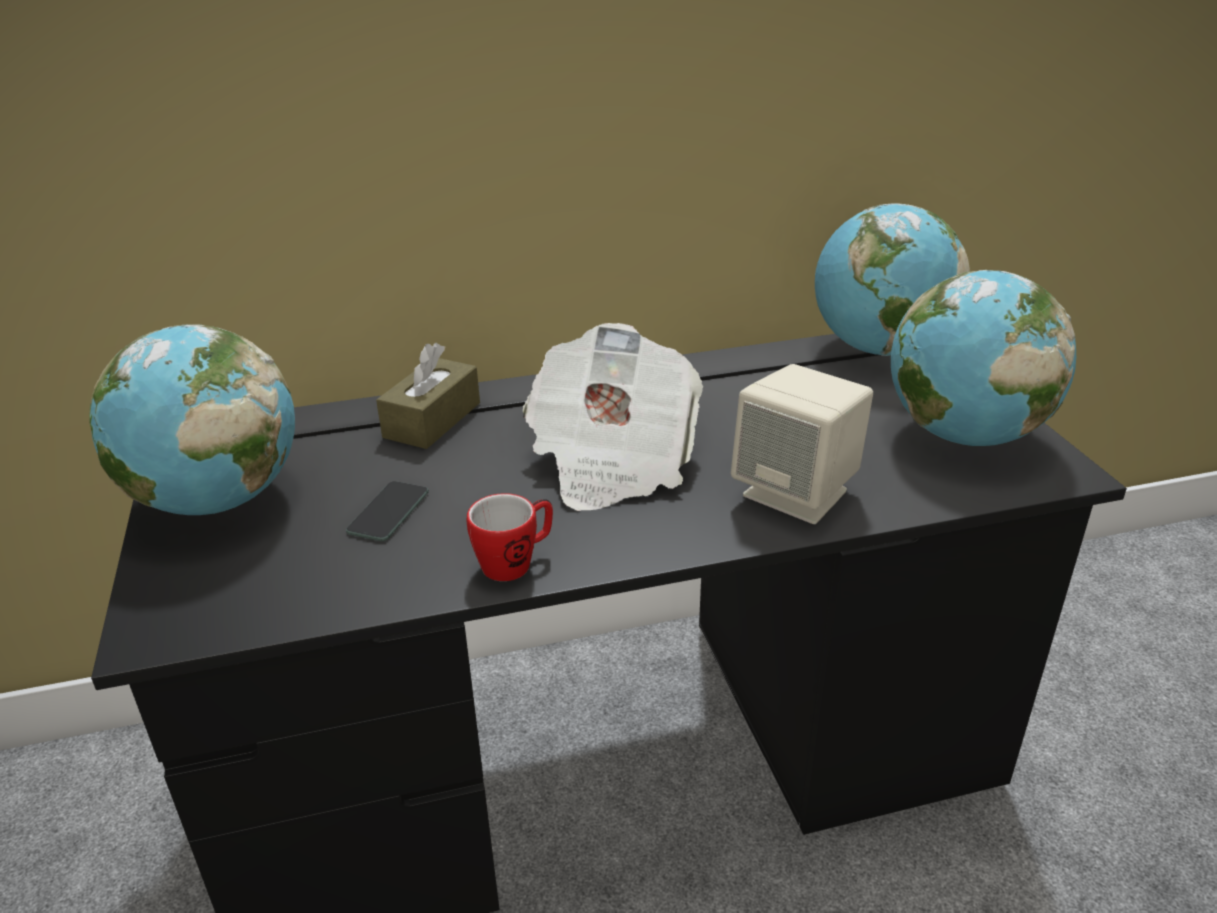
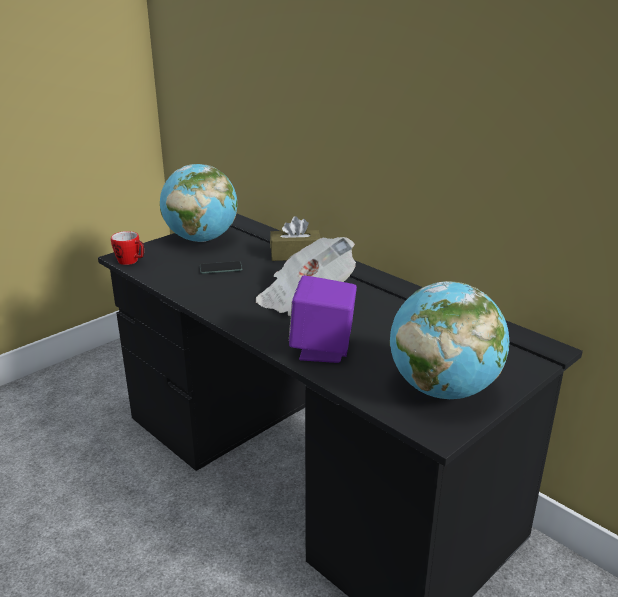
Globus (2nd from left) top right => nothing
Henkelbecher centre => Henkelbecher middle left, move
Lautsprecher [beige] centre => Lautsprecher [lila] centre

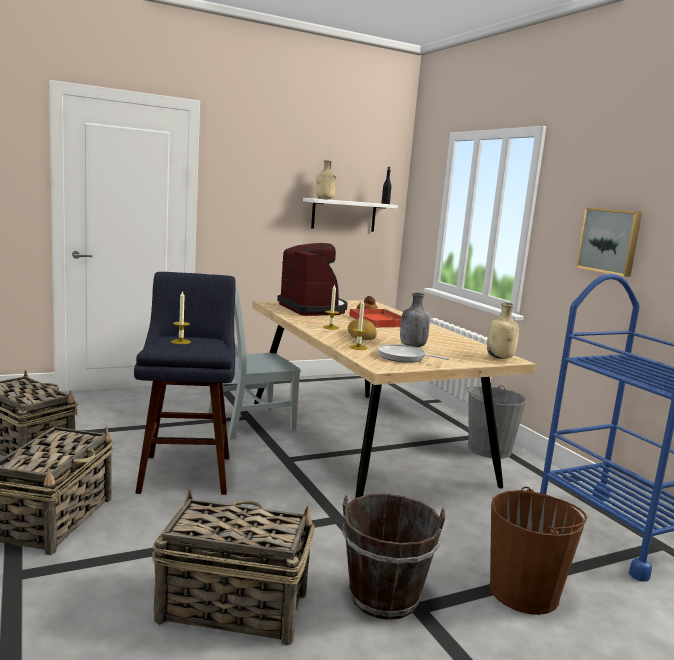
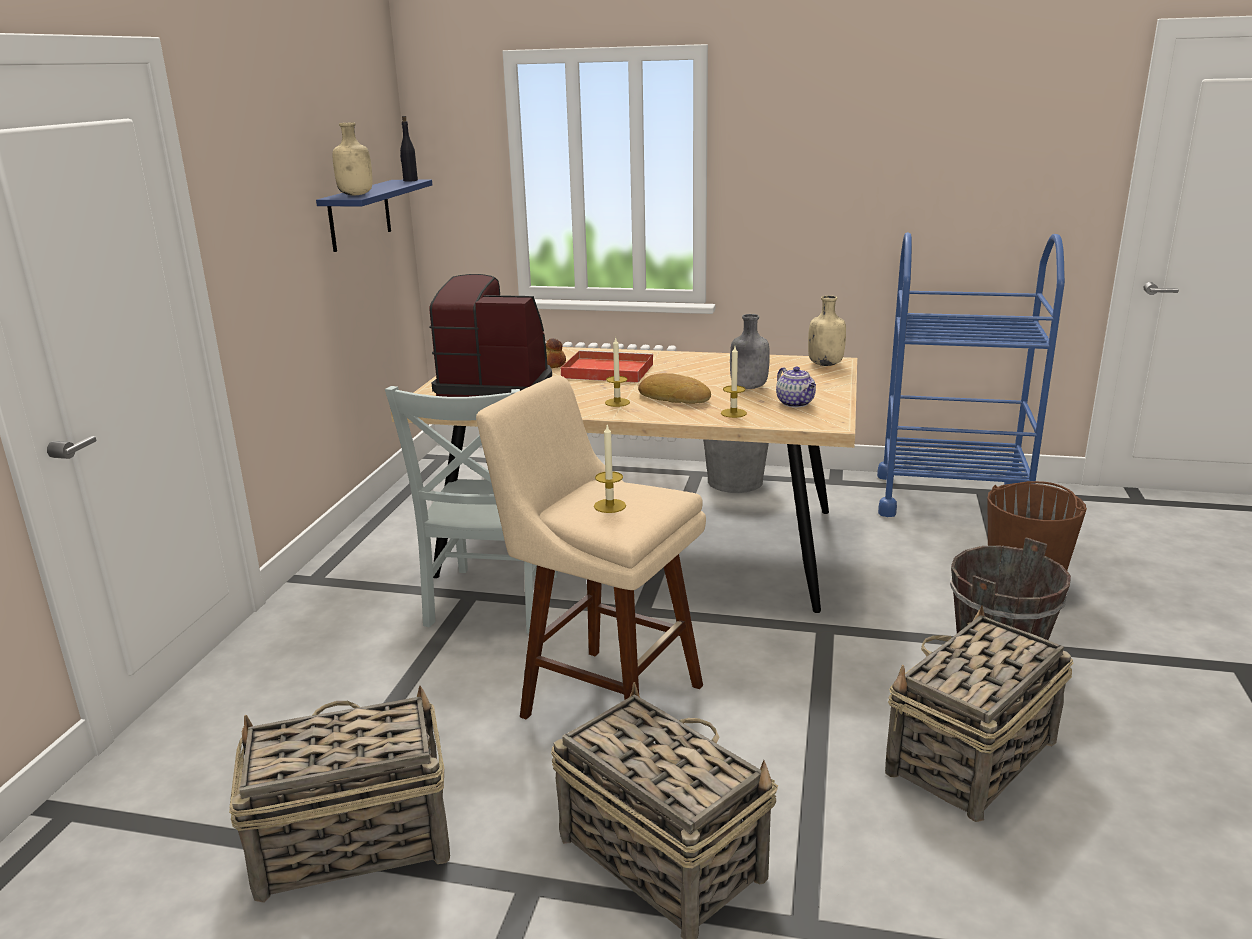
Bild middle right => nothing
Pfanne centre => Teekanne centre
Hocker [blau] middle left => Hocker [beige] centre
Wandregal [weiß] top centre => Wandregal [blau] top left

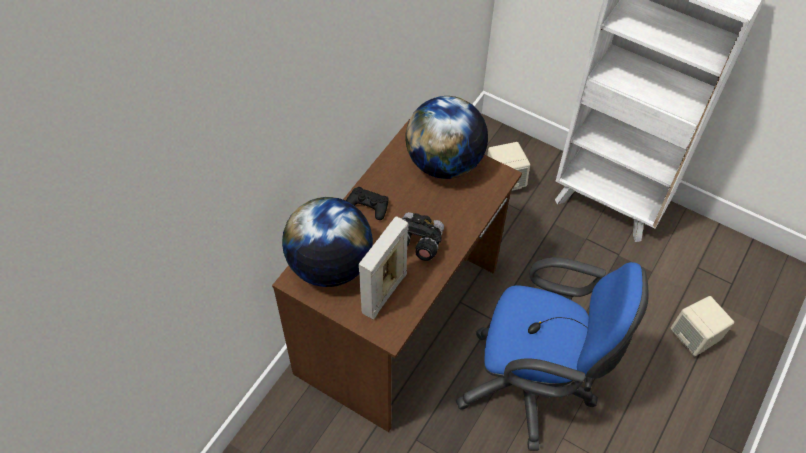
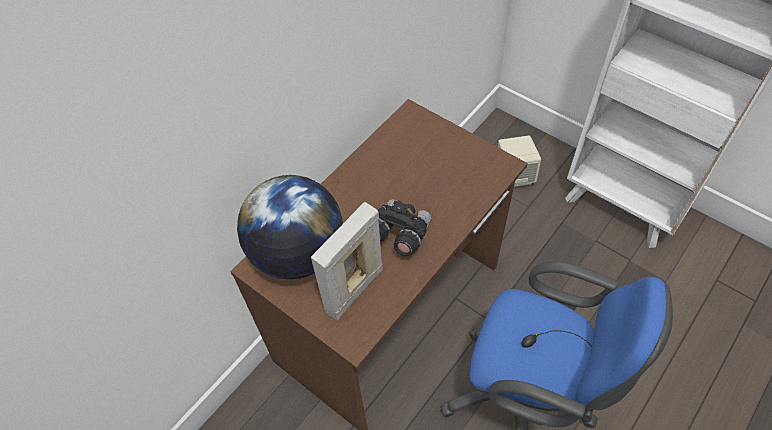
Gamepad [schwarz] centre => nothing
Globus (2nd from left) top centre => nothing
Lautsprecher [beige] (2nd from left) bottom right => nothing

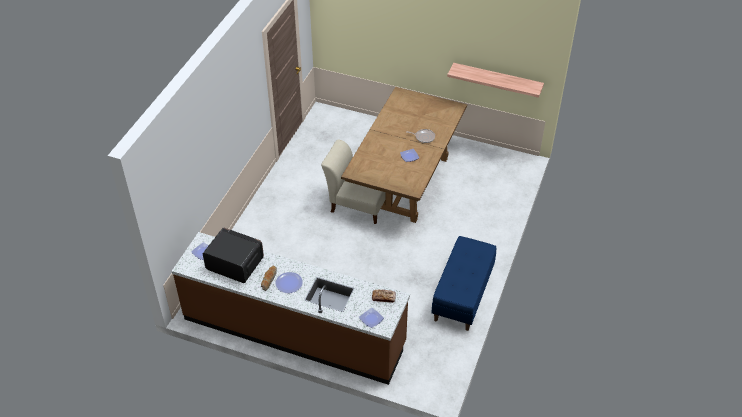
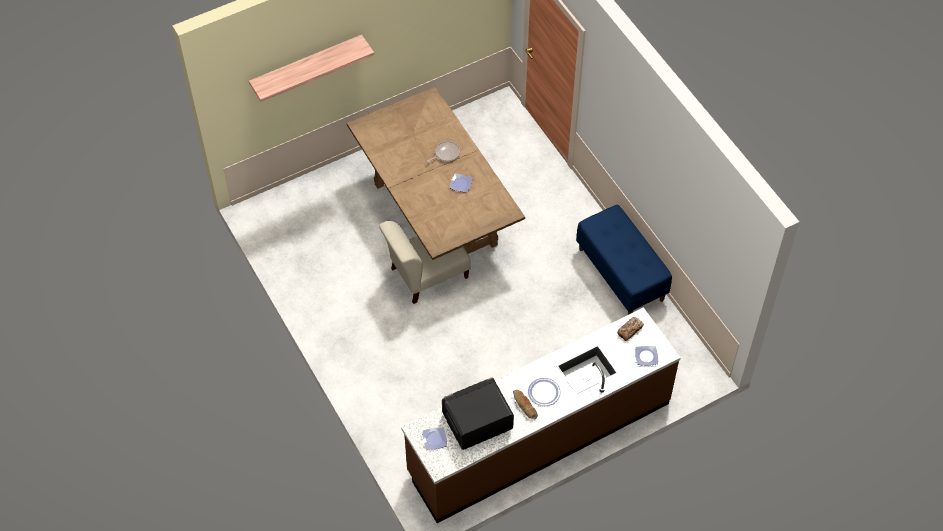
Wandregal top right => Wandregal top left, move

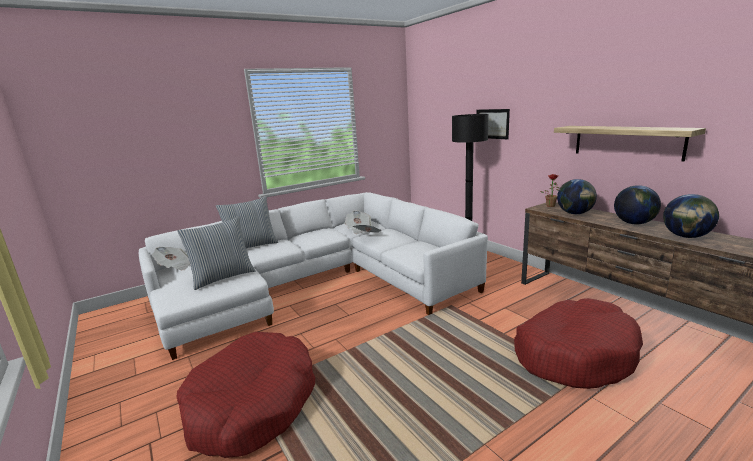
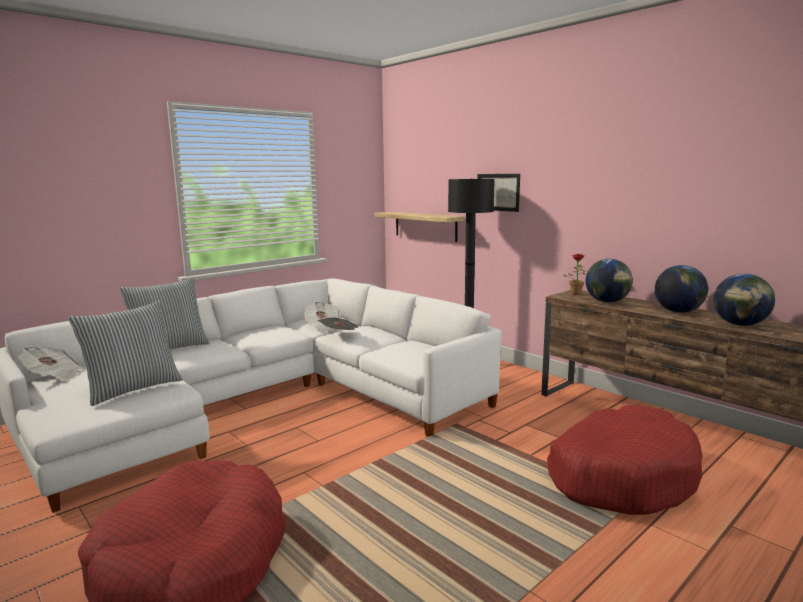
Wandregal top right => Wandregal centre, move

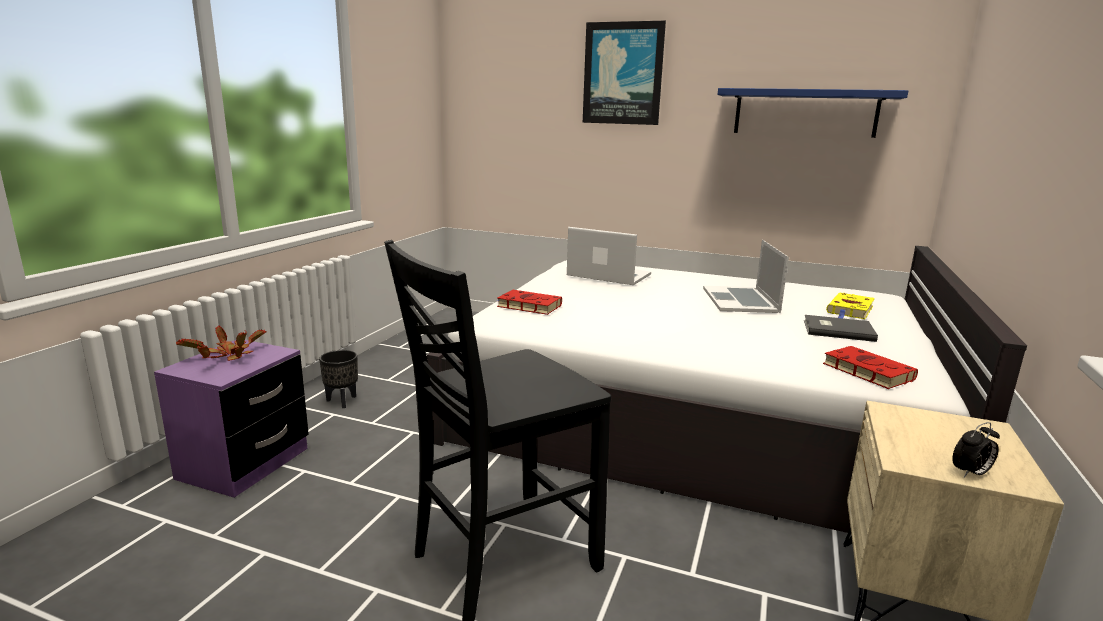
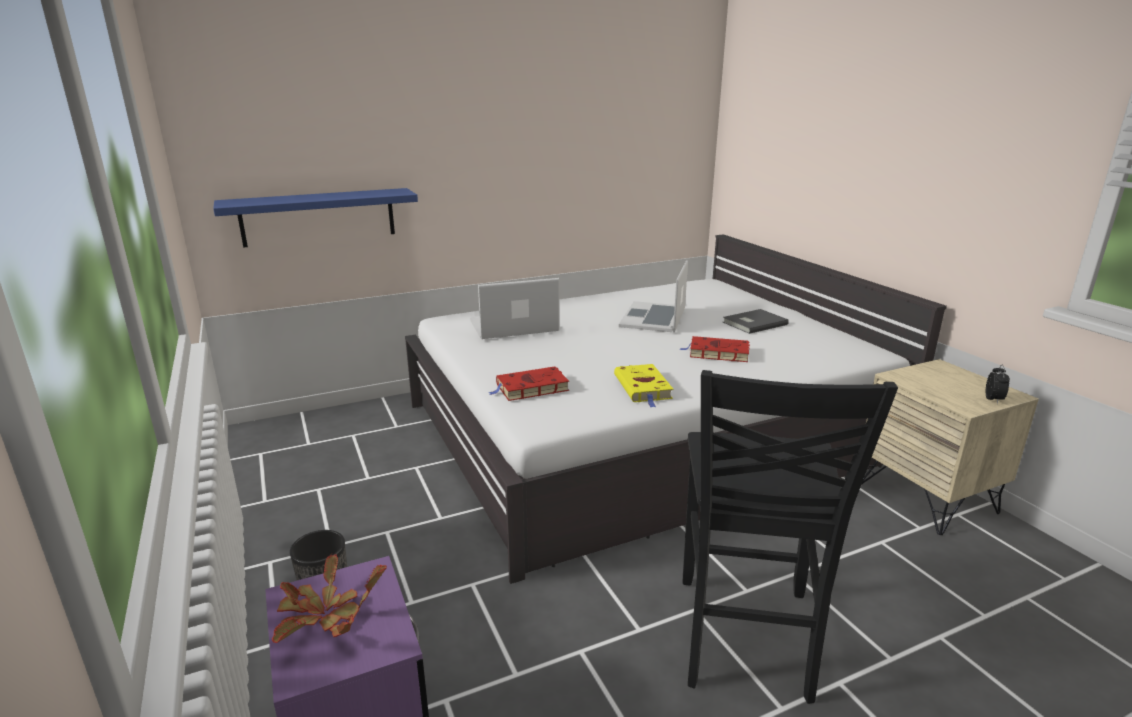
Bild top centre => nothing
Wandregal [blau] top right => Wandregal [blau] top left, move
Buch [rot] (2nd from left) middle right => Buch [rot] (2nd from left) centre, move
Buch [gelb] middle right => Buch [gelb] centre, move
Laptop (2nd from left) middle right => Laptop (2nd from left) centre, 60 degrees clockwise

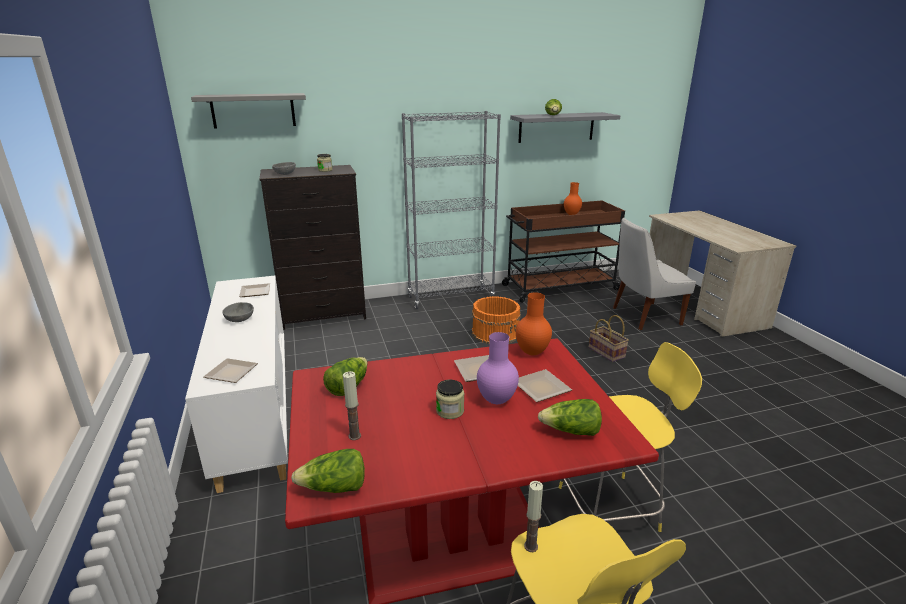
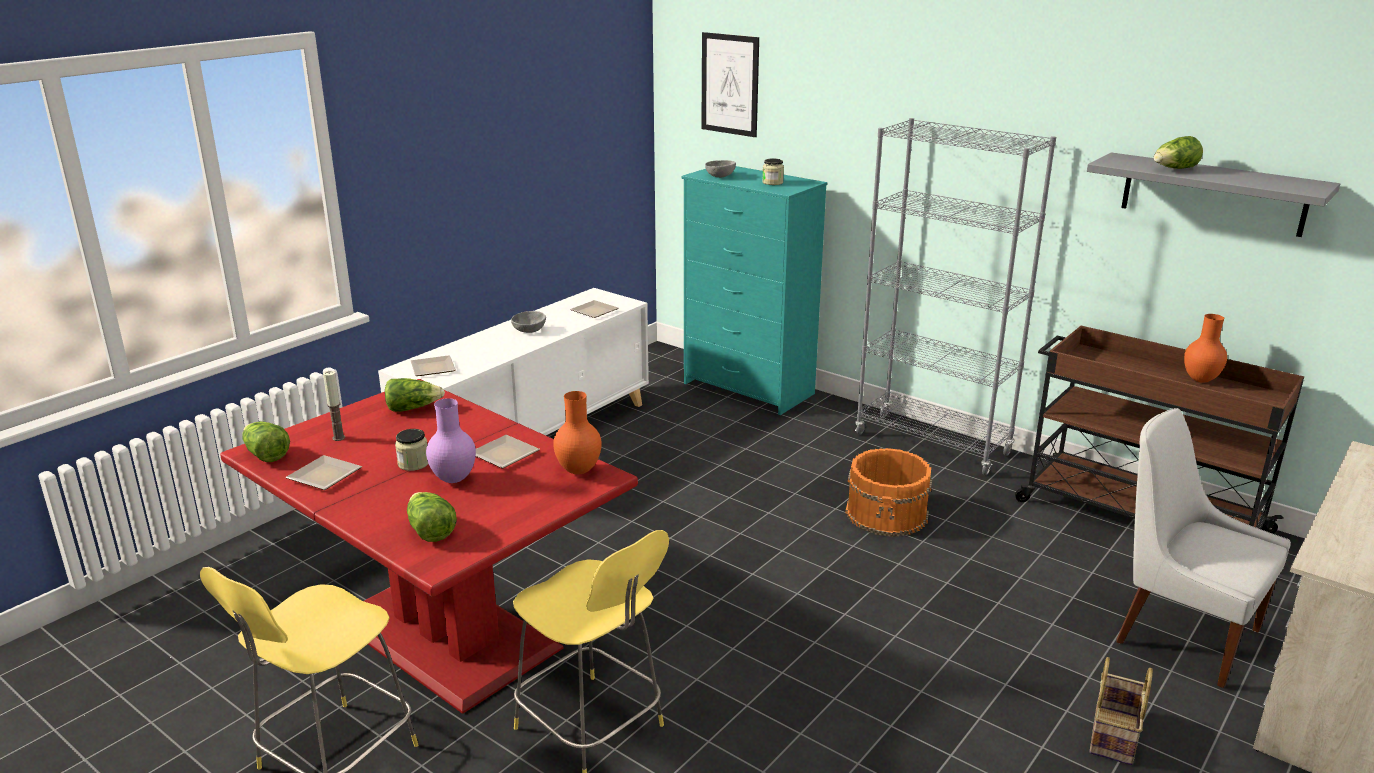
Kerze (2nd from left) bottom centre => nothing
Teller (4th from left in the first image) centre => Teller (1st from left) middle left, move
Korb middle right => Korb bottom right, move
Wandregal [grau] (1st from left) top left => Bild top centre
Kommode [schwarz] centre => Kommode [türkis] centre

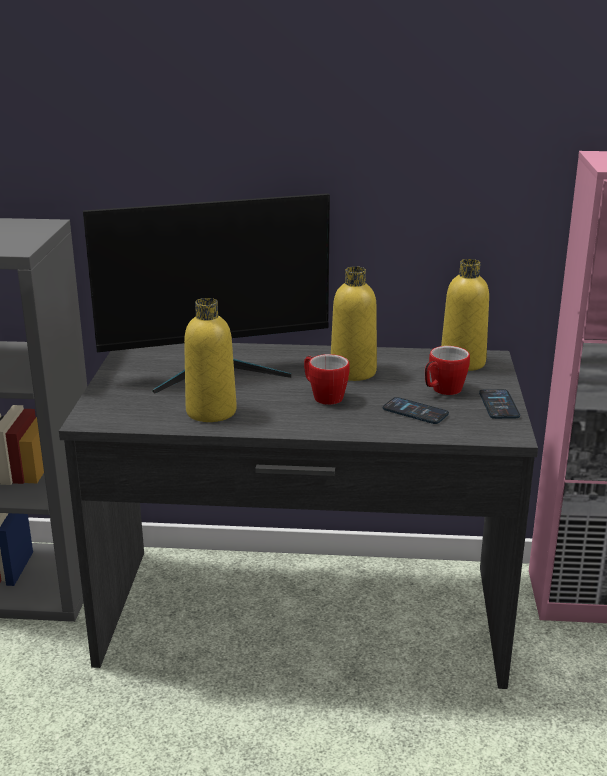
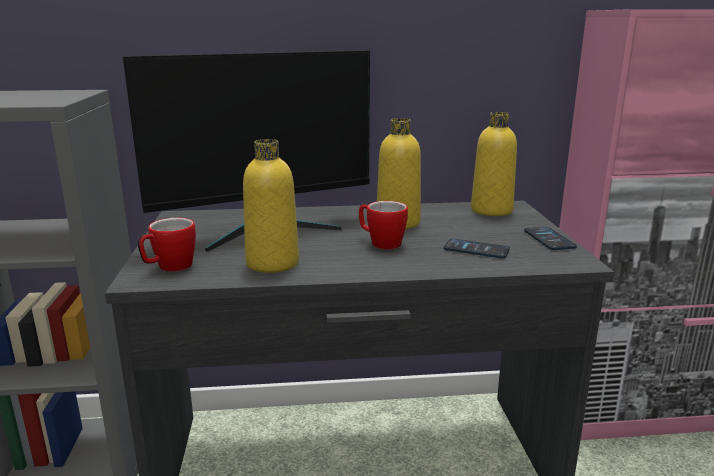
Henkelbecher (2nd from left in the first image) middle right => Henkelbecher (1st from left) middle left, move

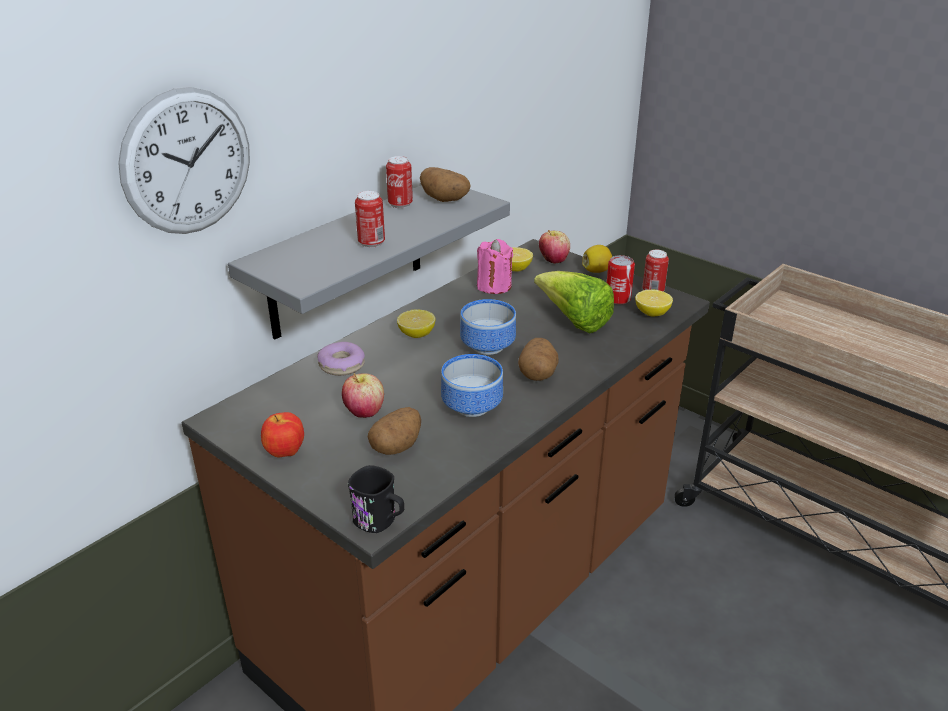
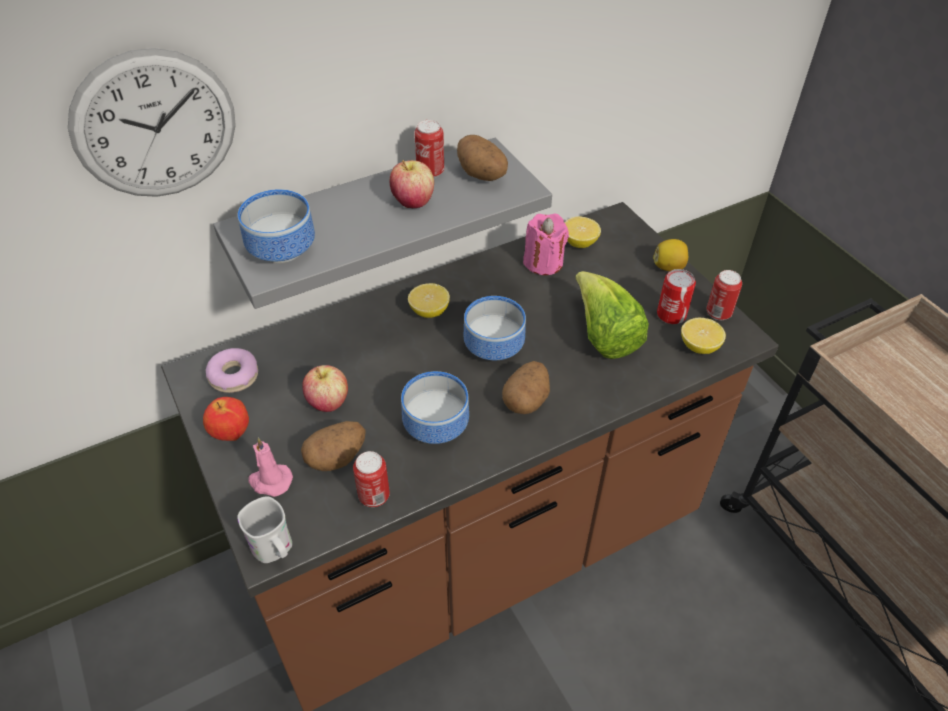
nothing => Schüssel (1st from left) top left
nothing => Kerze [rosa] (1st from left) middle left
Donut centre => Donut middle left, move
Dose (1st from left) top centre => Dose (1st from left) bottom centre, move
Apfel (3rd from left) centre => Apfel (3rd from left) top centre, move
Henkelbecher [schwarz] bottom centre => Henkelbecher [weiß] bottom left

